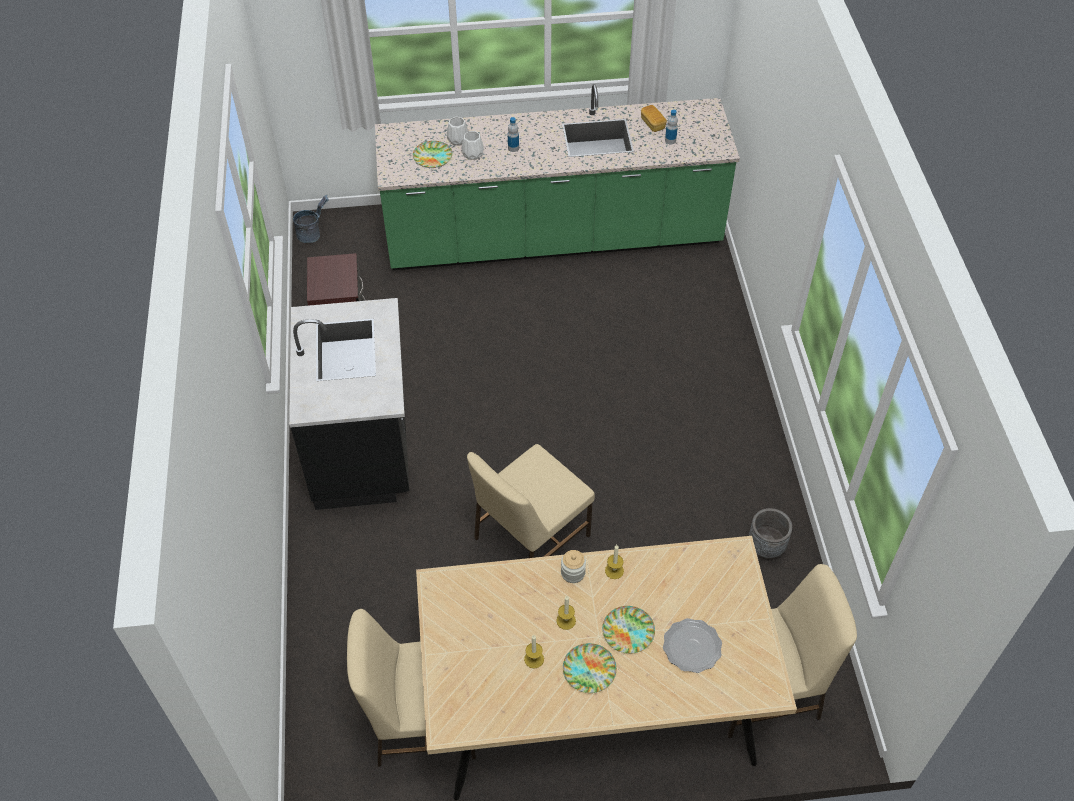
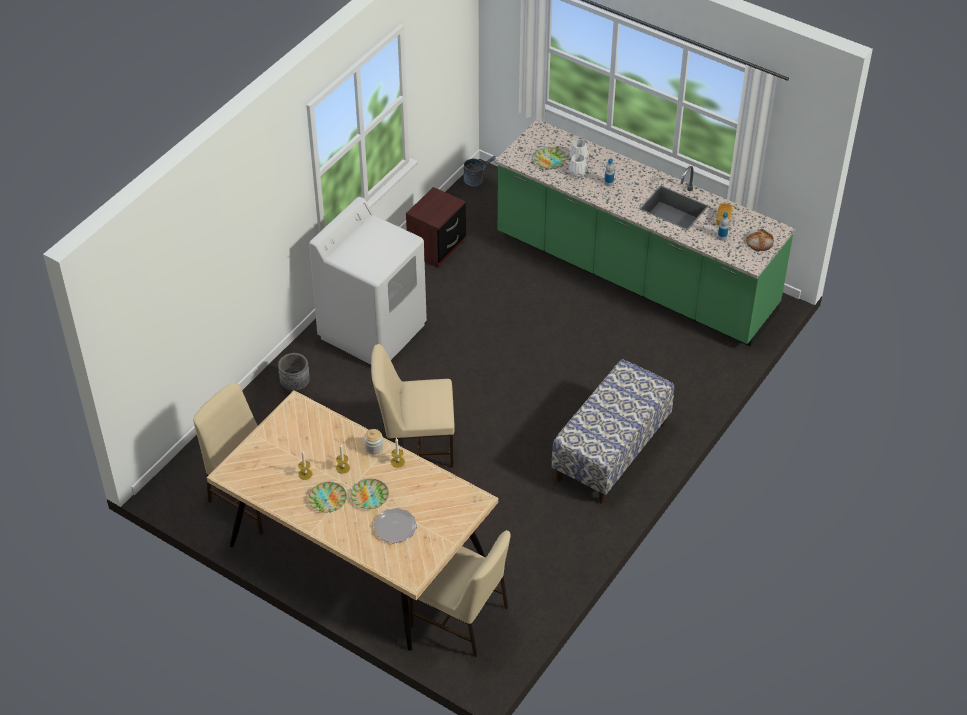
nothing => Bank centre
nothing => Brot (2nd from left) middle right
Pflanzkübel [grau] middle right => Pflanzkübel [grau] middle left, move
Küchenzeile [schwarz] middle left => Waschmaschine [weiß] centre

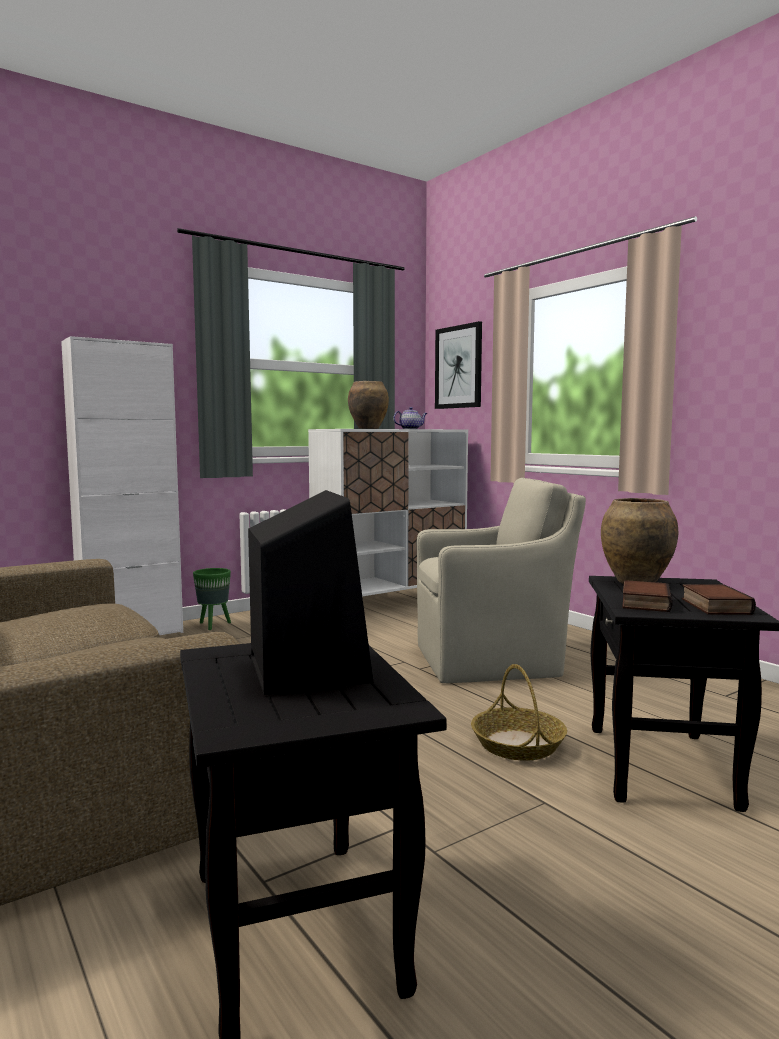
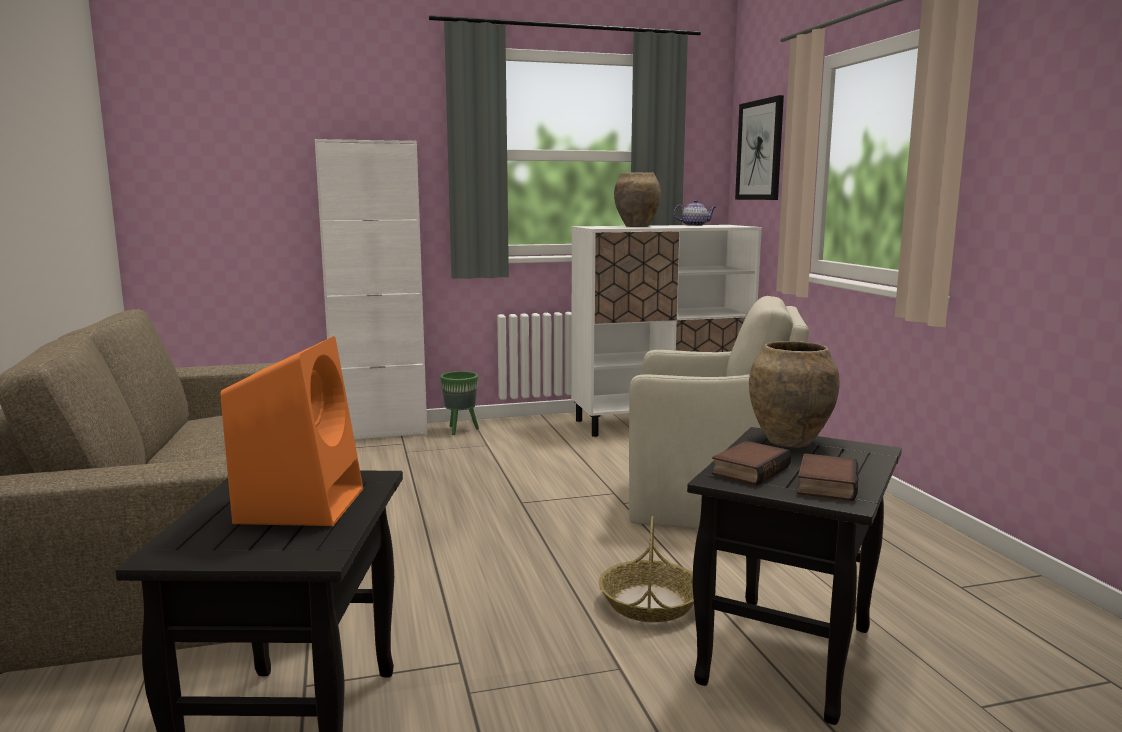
Lautsprecher [schwarz] centre => Lautsprecher [orange] middle left

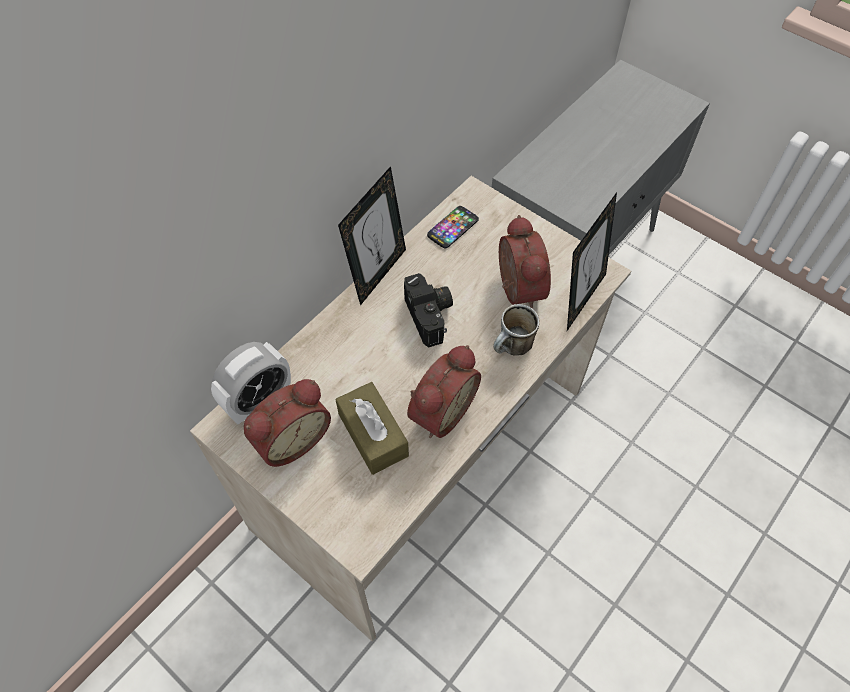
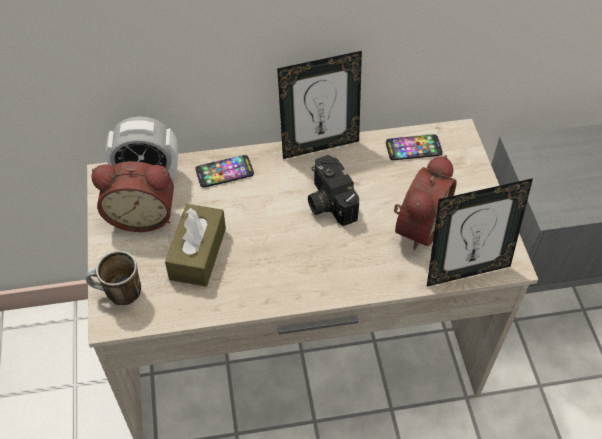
Wecker (3rd from left) centre => nothing
nothing => Handy (1st from left) centre
Henkelbecher centre => Henkelbecher middle left, move
Kamera centre, 135 degrees clockwise

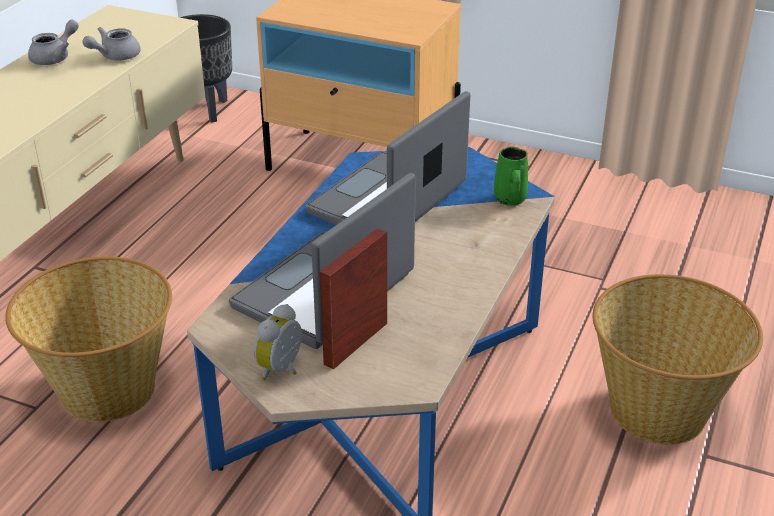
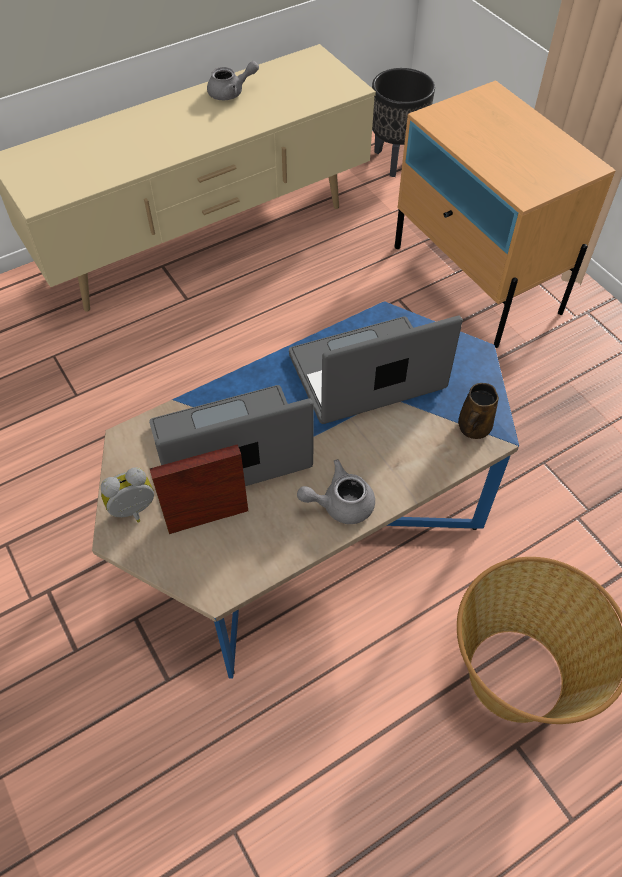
Korb (1st from left) middle left => nothing
Teekanne [grau] (2nd from left) top left => Teekanne [grau] (2nd from left) centre, move
Henkelbecher [grün] centre => Henkelbecher [braun] middle right

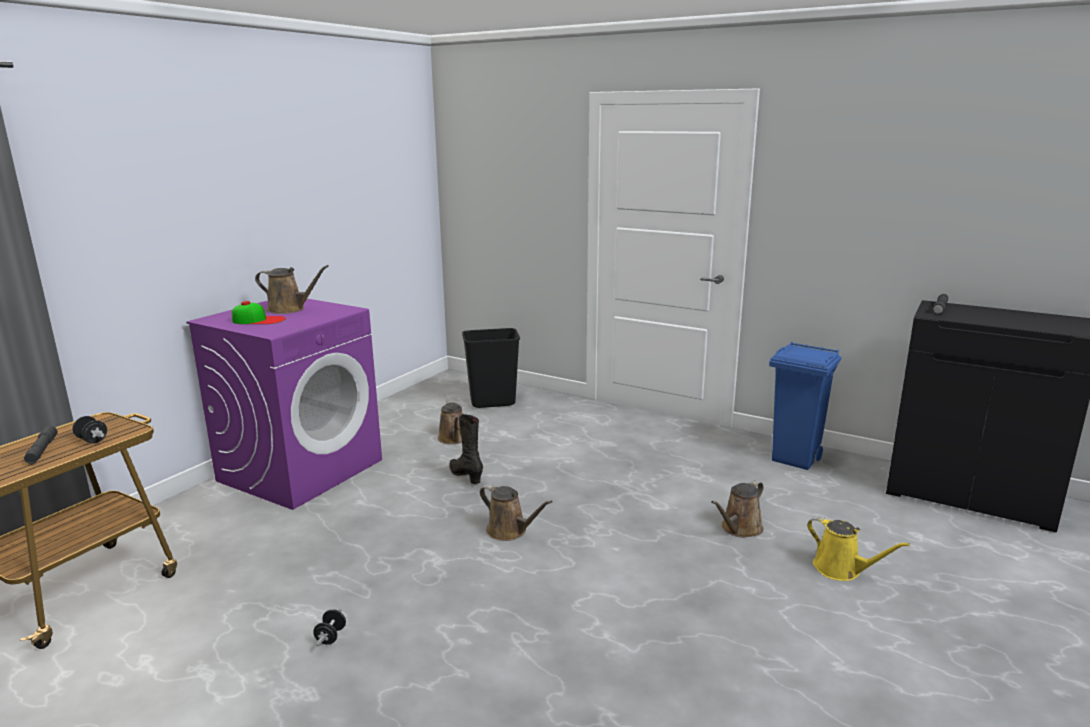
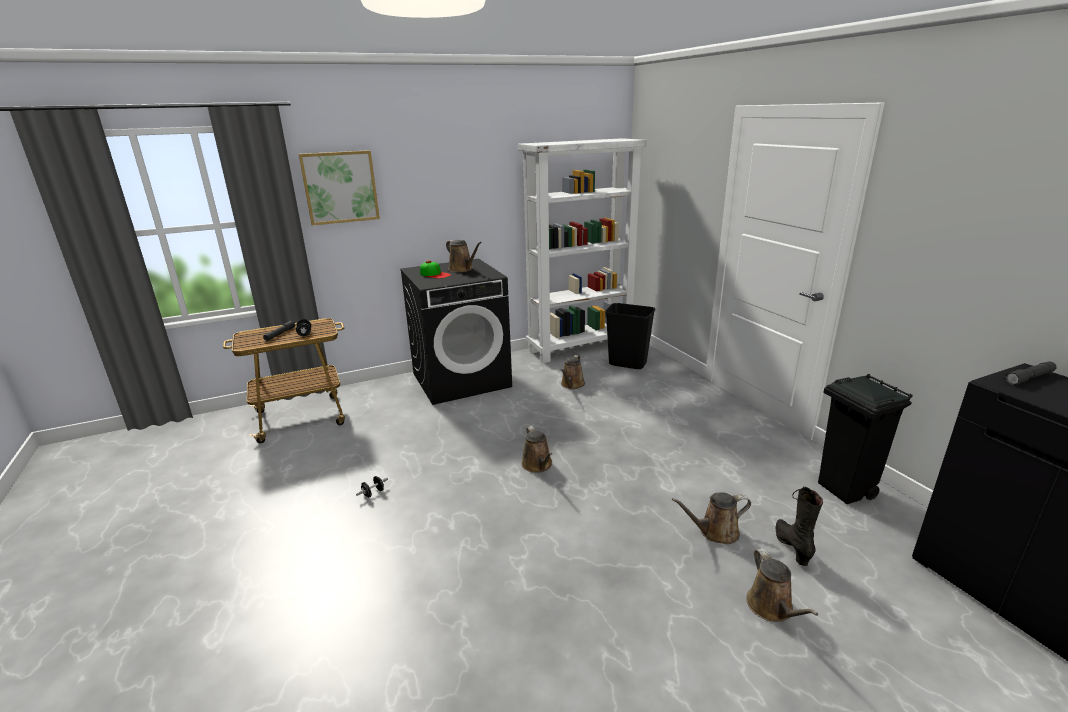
nothing => Bild top left
nothing => Bücherregal [weiß] centre
Stiefel [schwarz] centre => Stiefel [schwarz] bottom right, move
Waschmaschine [lila] middle left => Waschmaschine [schwarz] centre
Mülleimer [blau] middle right => Mülleimer [schwarz] (2nd from left) middle right
Gießkanne [gelb] bottom right => Gießkanne [braun] (5th from left) bottom right

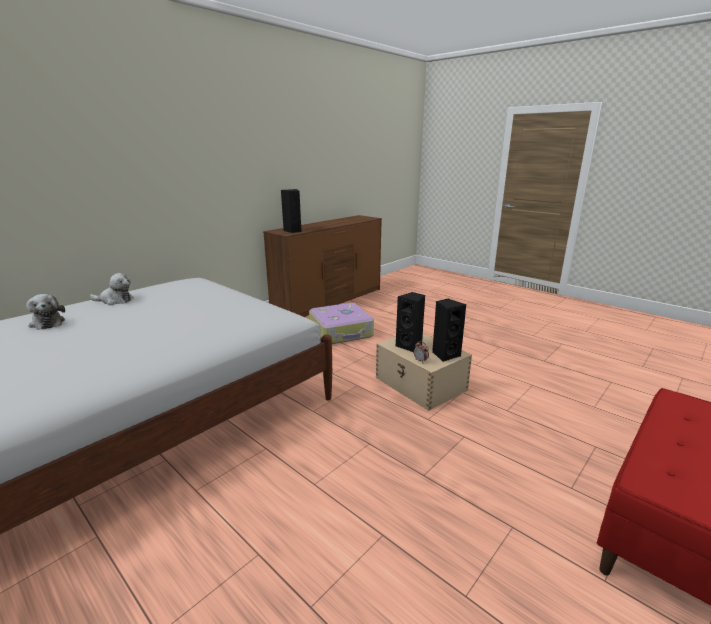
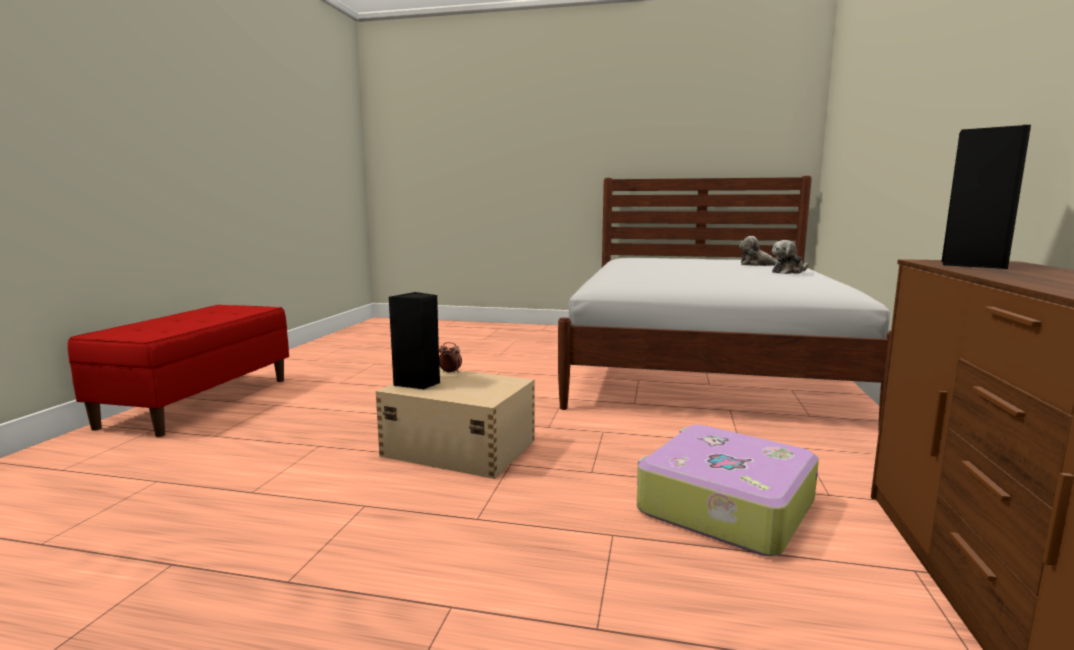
Lautsprecher [schwarz] (2nd from left) centre => nothing

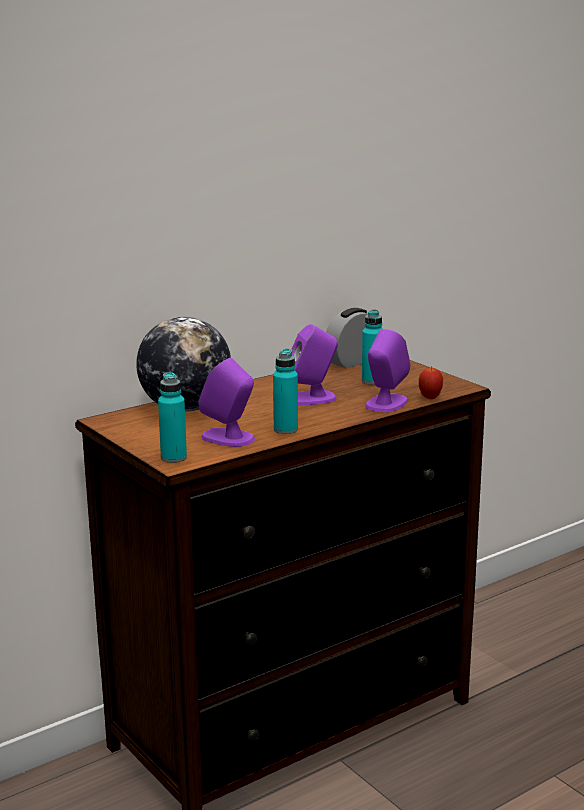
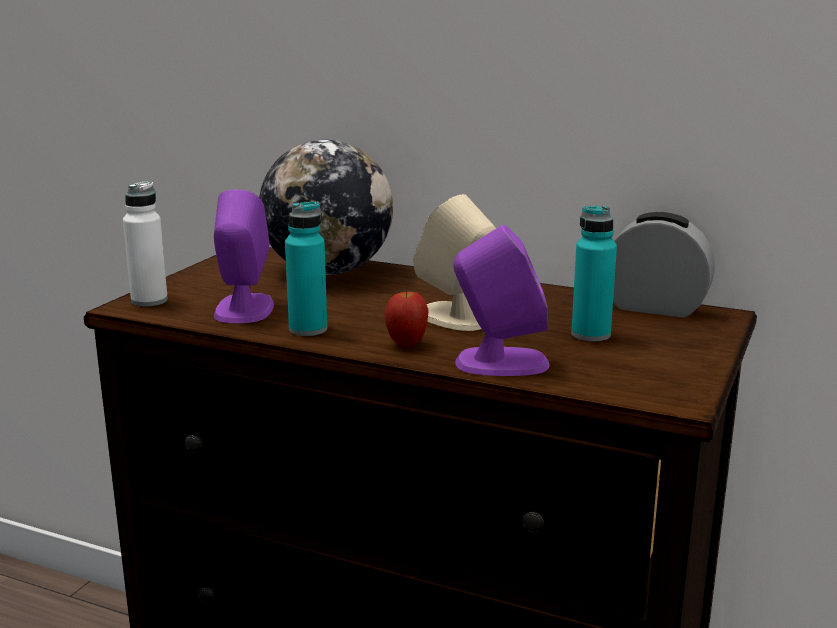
Apfel middle right => Apfel centre, move
Flasche [türkis] (1st from left) middle left => Flasche [weiß] middle left
Lautsprecher [lila] (2nd from left) centre => Lautsprecher [beige] centre

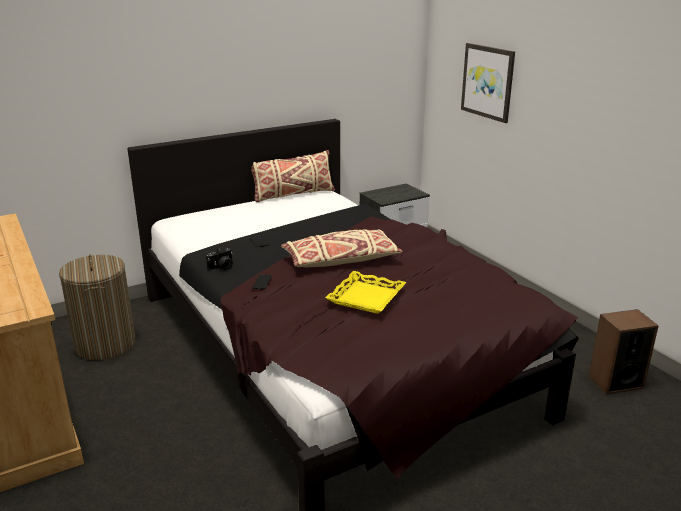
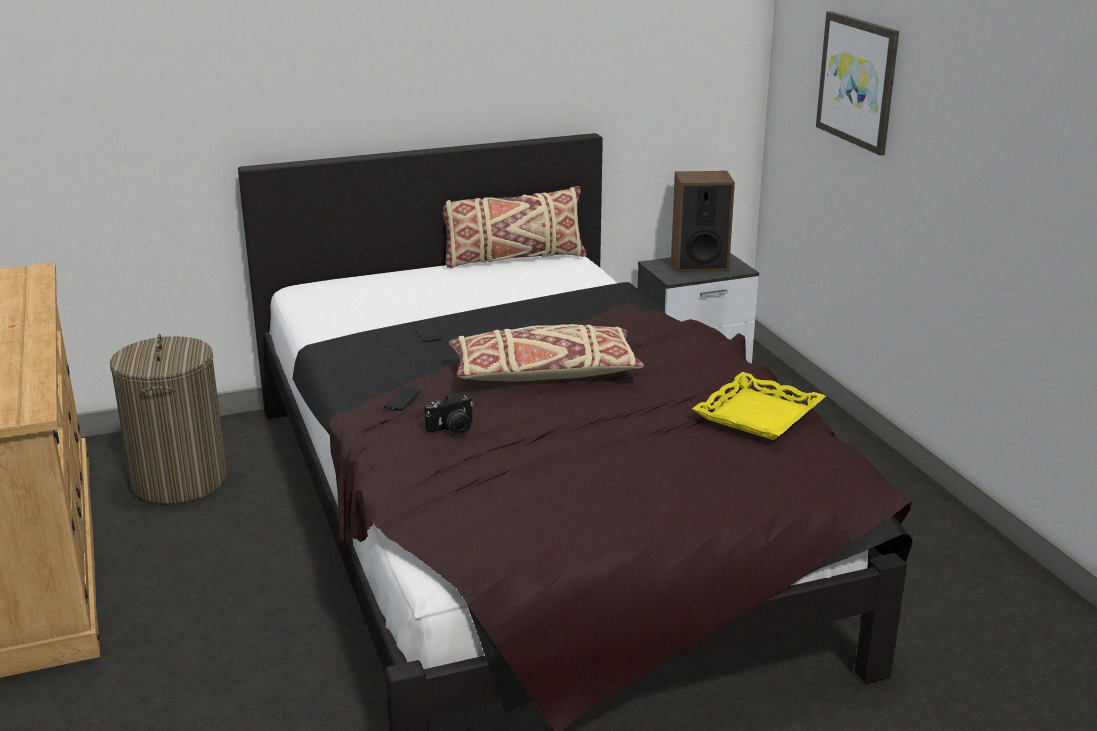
Kamera middle left => Kamera centre, move
Tablett [gelb] centre => Tablett [gelb] middle right, move
Lautsprecher bottom right => Lautsprecher top centre, move

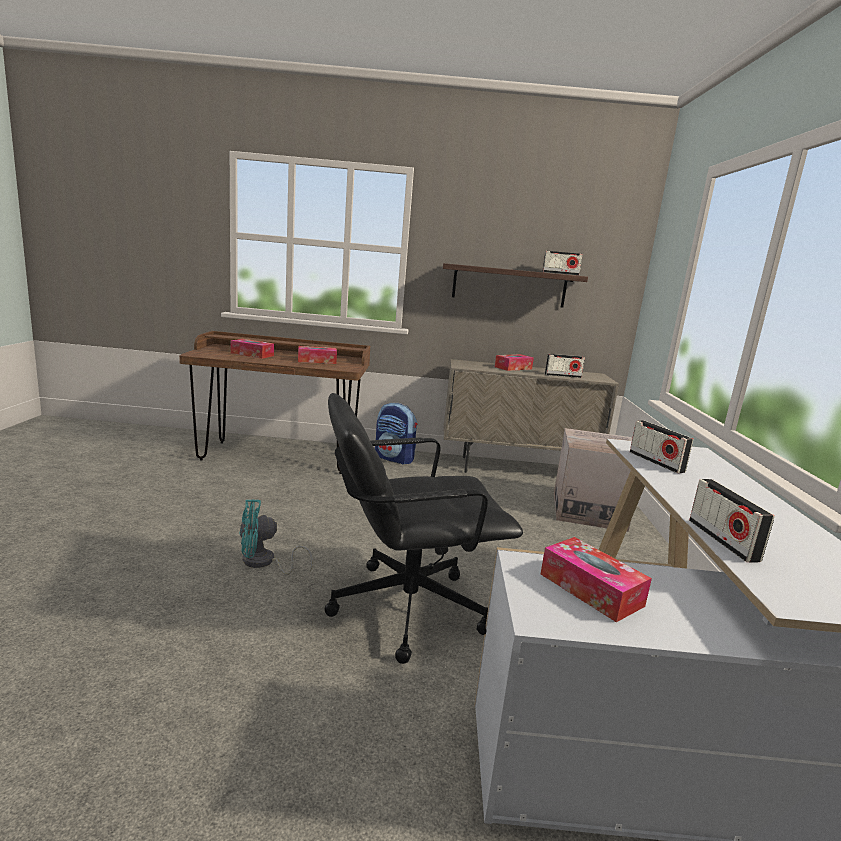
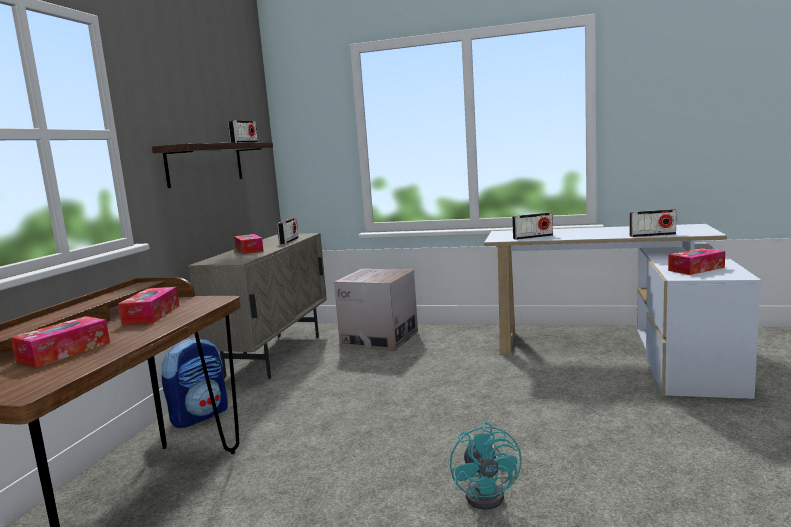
Bürostuhl [schwarz] centre => nothing

